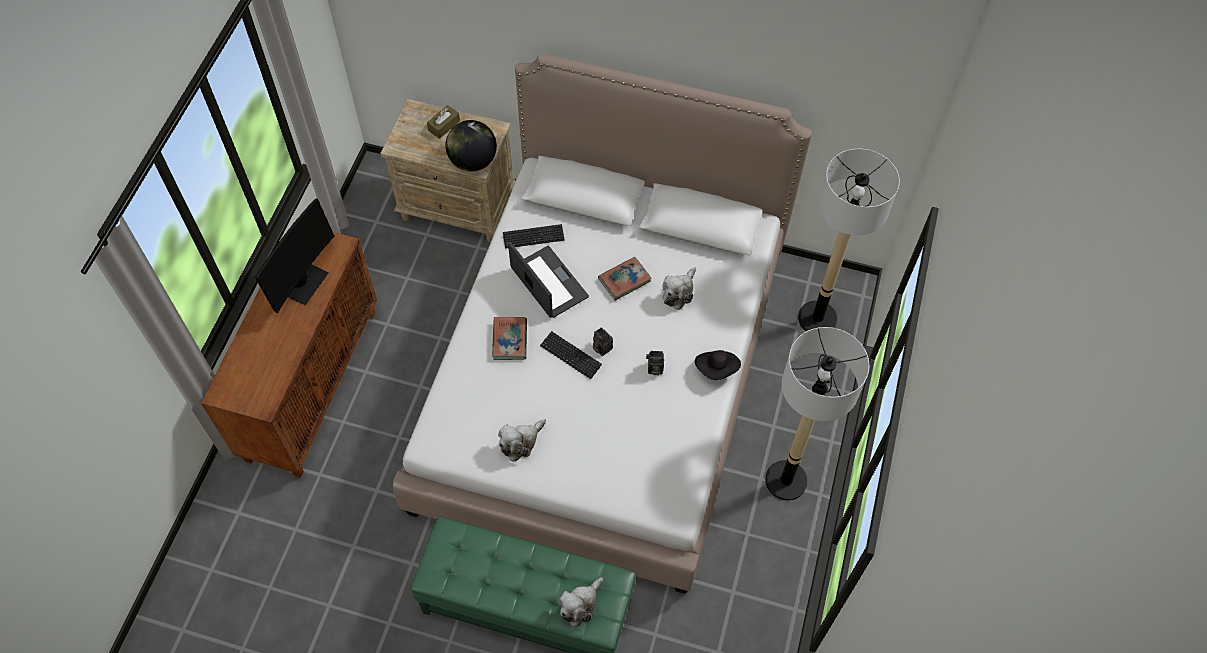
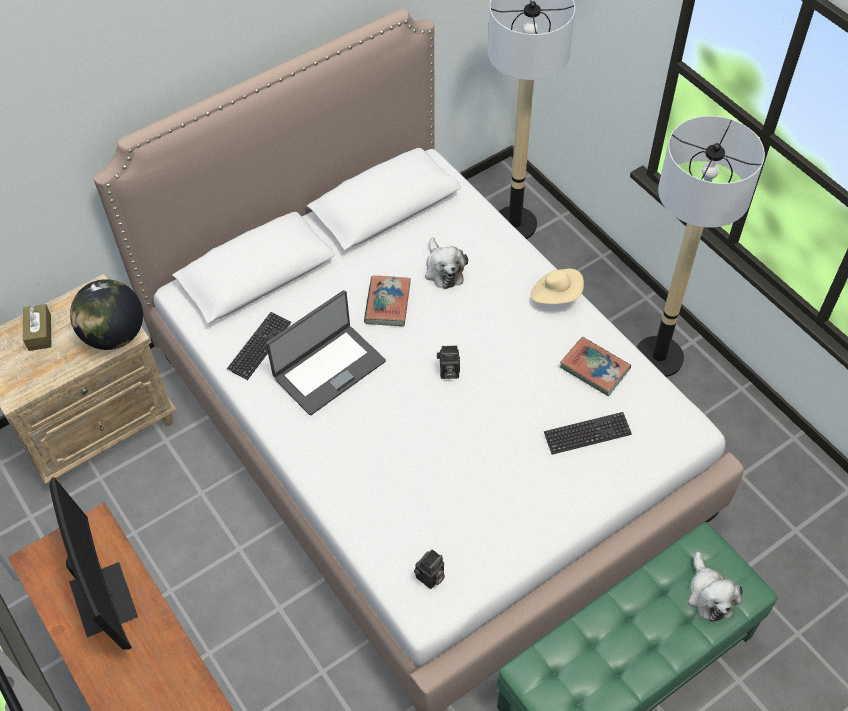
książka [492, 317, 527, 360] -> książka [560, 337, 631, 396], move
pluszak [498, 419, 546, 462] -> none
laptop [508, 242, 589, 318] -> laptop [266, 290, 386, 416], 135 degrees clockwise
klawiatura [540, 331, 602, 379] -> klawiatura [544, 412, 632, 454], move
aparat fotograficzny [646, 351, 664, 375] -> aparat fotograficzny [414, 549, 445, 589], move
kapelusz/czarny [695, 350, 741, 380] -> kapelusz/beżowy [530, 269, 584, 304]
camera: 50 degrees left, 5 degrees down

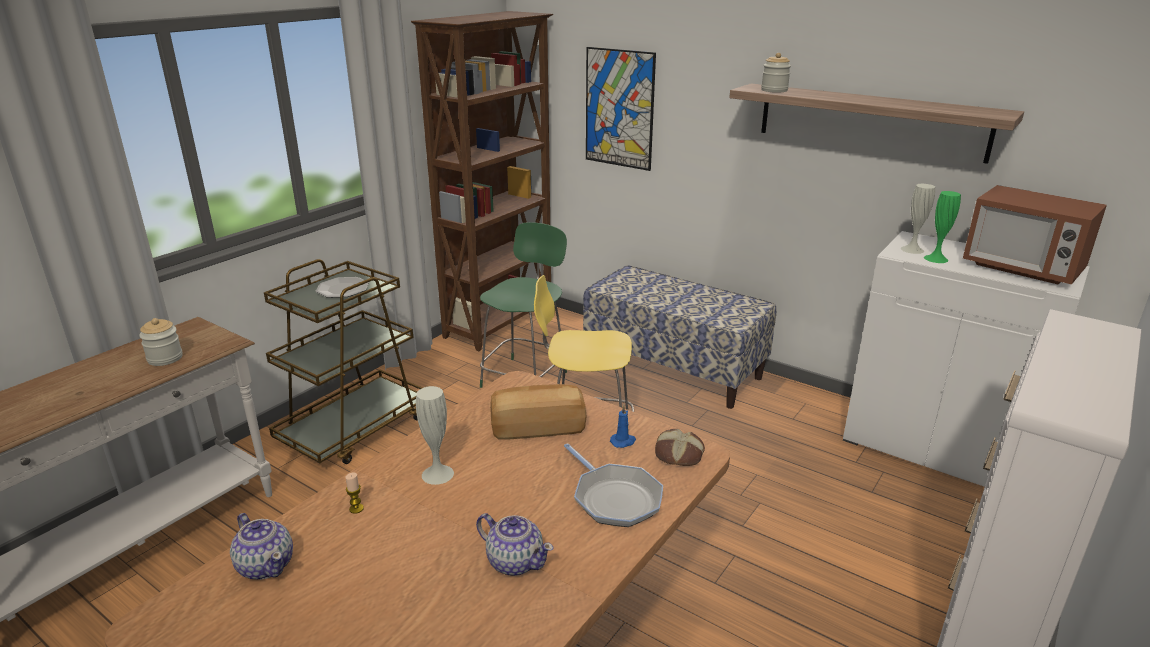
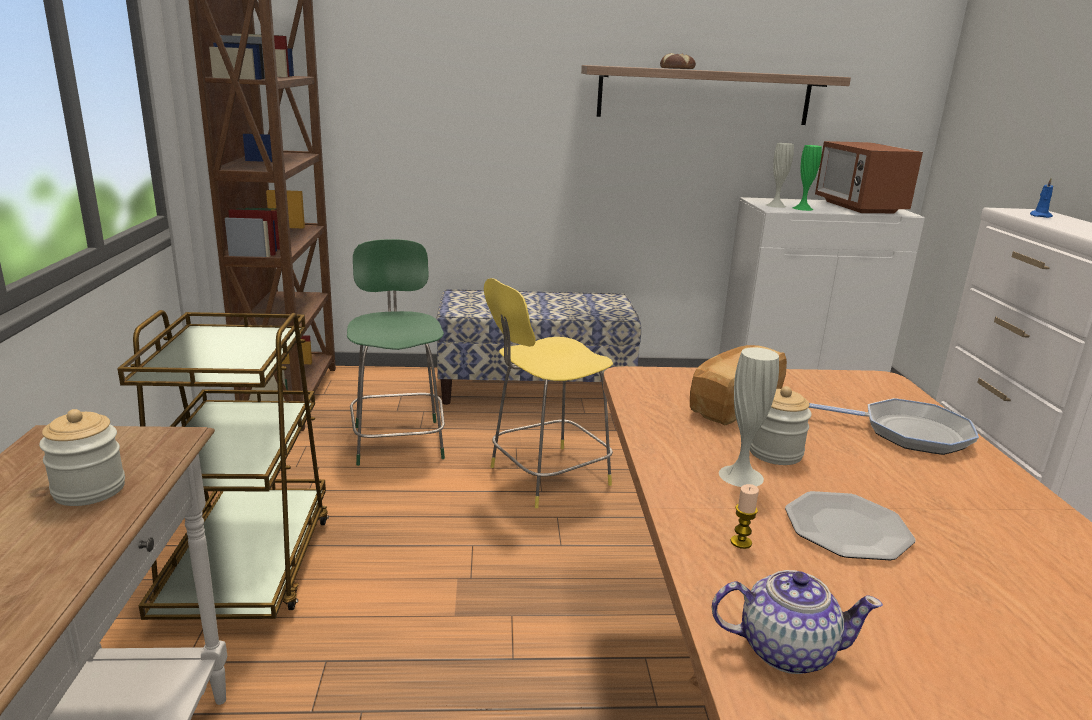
talerz [316, 277, 369, 298] -> talerz [785, 491, 915, 560], move
imbryk [476, 513, 554, 576] -> none
obraz [586, 47, 656, 171] -> none
świeca/niebieski [610, 405, 636, 448] -> świeca/niebieski [1030, 178, 1053, 218], move
chleb [655, 429, 705, 466] -> chleb [660, 53, 696, 69], move
słoik [761, 53, 791, 93] -> słoik [750, 386, 812, 465], move
mikrofalówka [963, 185, 1107, 284] -> mikrofalówka [815, 141, 923, 213], 75 degrees clockwise
camera: 40 degrees left, 5 degrees down

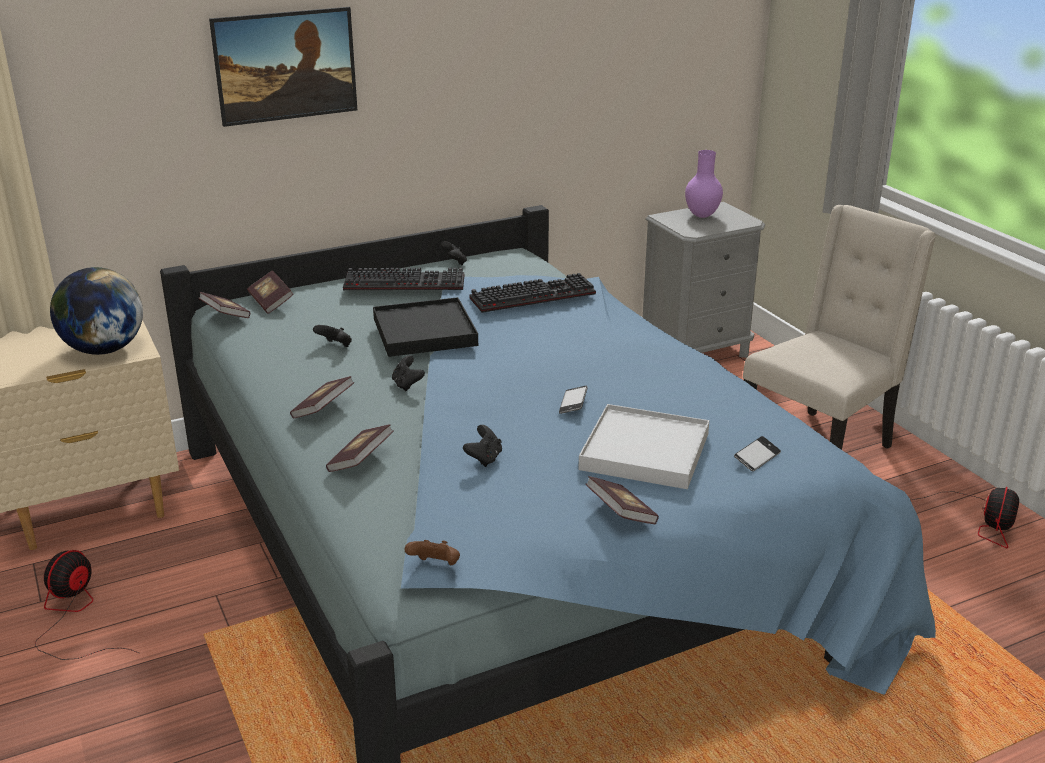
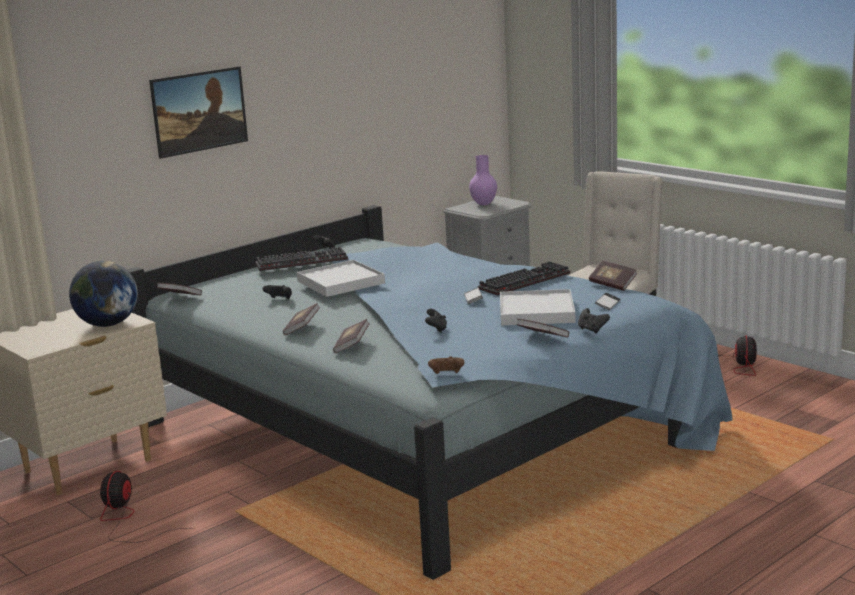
książka [247, 270, 294, 314] -> książka [589, 261, 637, 291], move
taca/czarny [373, 297, 478, 357] -> taca/biały [297, 260, 385, 297]
pad do gier/czarny [392, 356, 425, 391] -> pad do gier/czarny [578, 308, 610, 334], move
klawiatura [469, 273, 596, 313] -> klawiatura [478, 261, 570, 296], move
camera: 15 degrees left, 10 degrees down

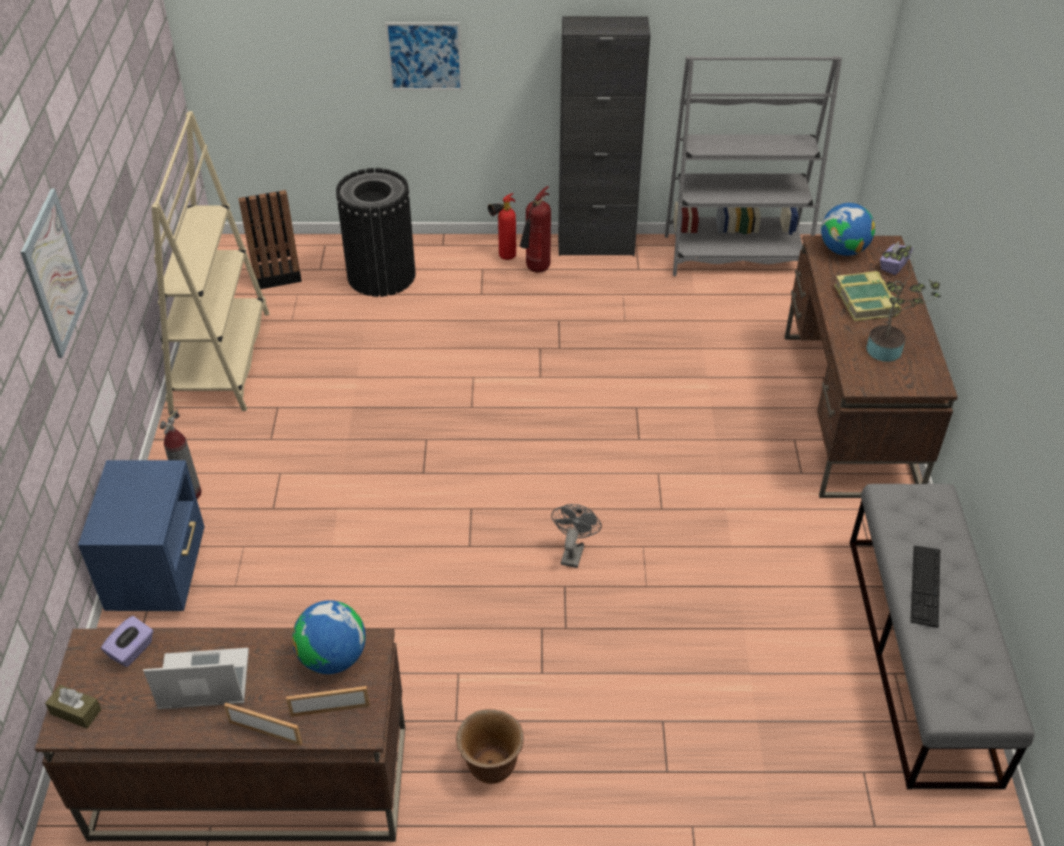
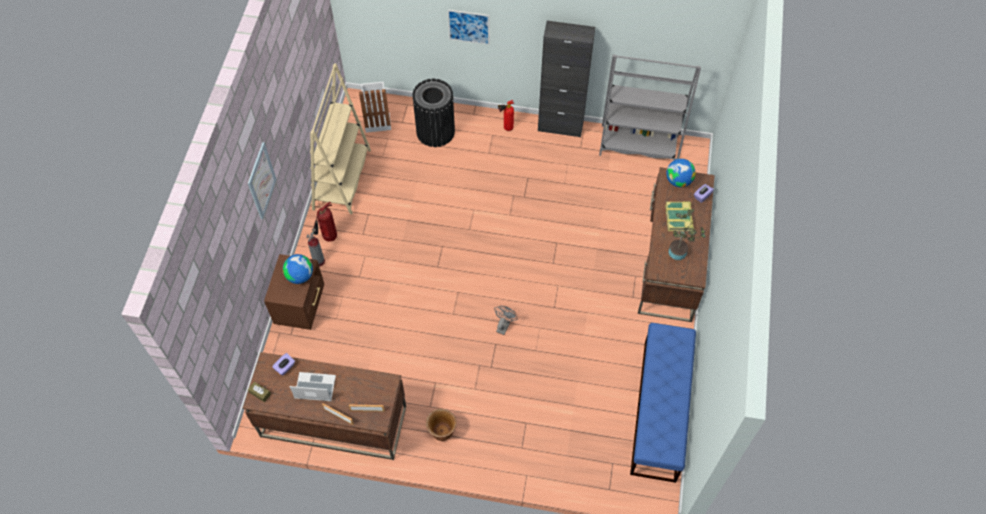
szafka nocna/niebieski [78, 460, 205, 611] -> szafka nocna/brązowy [264, 254, 324, 330]
kosz na śmieci/czarny [238, 190, 302, 289] -> kosz na śmieci/biały [359, 82, 391, 133]
globus [292, 600, 366, 674] -> globus [283, 254, 313, 284], move
gaśnica [520, 186, 551, 273] -> gaśnica [314, 202, 337, 242], move
ławka/szary [850, 484, 1035, 789] -> ławka/niebieski [630, 323, 696, 483]
klawiatura [910, 546, 940, 628] -> none
camera: 10 degrees right, 15 degrees up

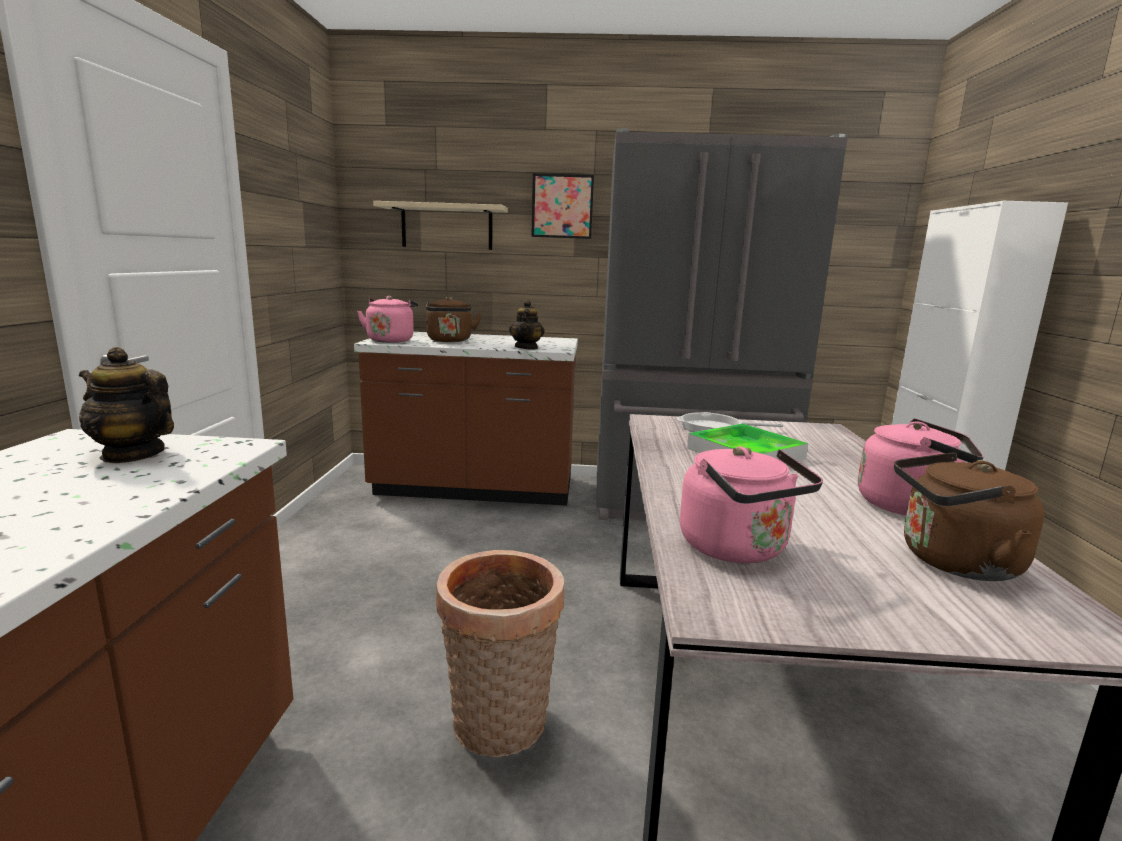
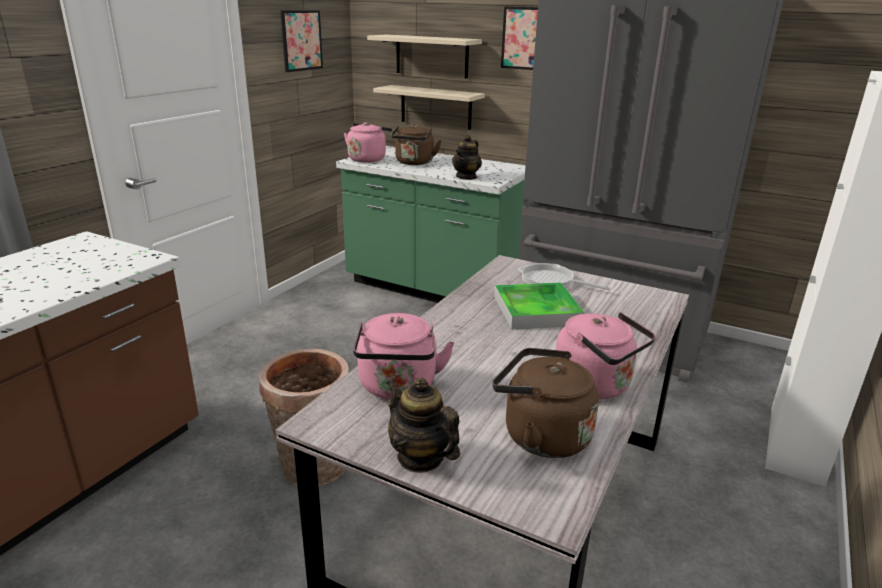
imbryk [79, 347, 174, 463] -> imbryk [386, 377, 460, 473], move
zabudowa kuchenna/brązowy [354, 332, 578, 506] -> zabudowa kuchenna/zielony [336, 146, 526, 303]
none -> obraz [280, 10, 323, 72]
none -> półka/beżowy [373, 85, 485, 130]
camera: 25 degrees right, 10 degrees up

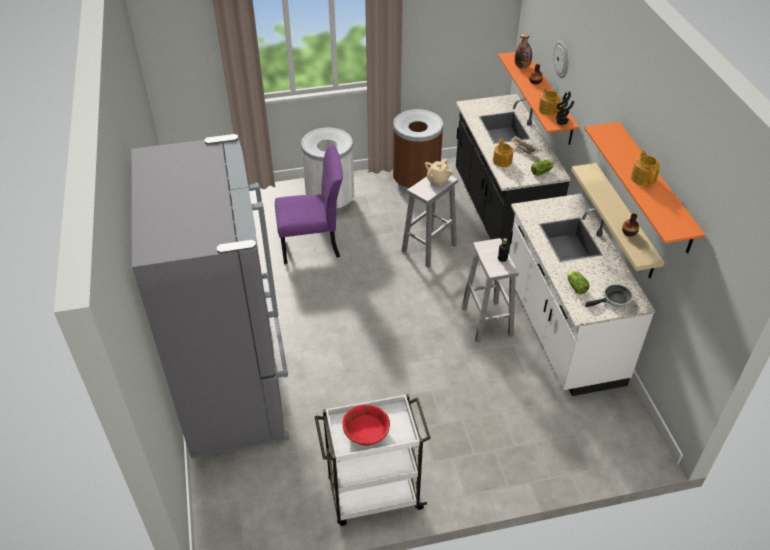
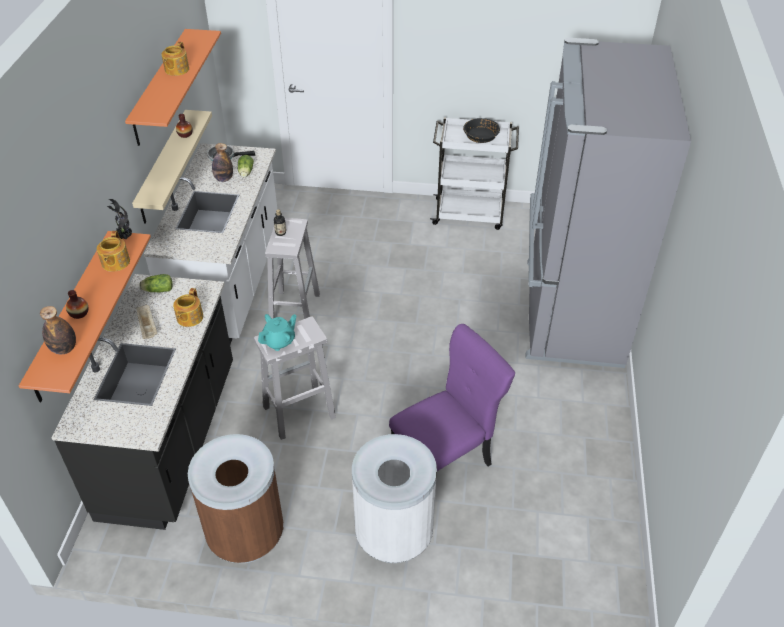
krzesło/fioletowy [275, 145, 343, 264] -> krzesło/fioletowy [389, 324, 515, 471], 135 degrees clockwise
miska/czerwony [342, 404, 390, 446] -> miska/czarny [463, 118, 500, 143]
imbryk/beżowy [425, 158, 453, 186] -> imbryk/turkusowy [258, 314, 296, 351]
zegar ścienny [553, 41, 568, 78] -> none
none -> butelka [212, 143, 233, 182]
camera: 160 degrees left, 0 degrees up

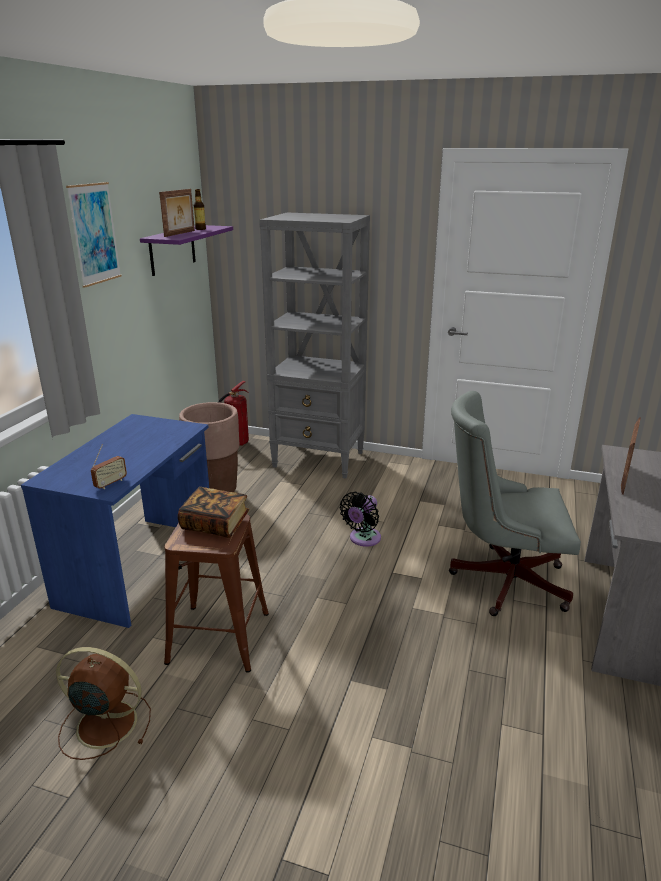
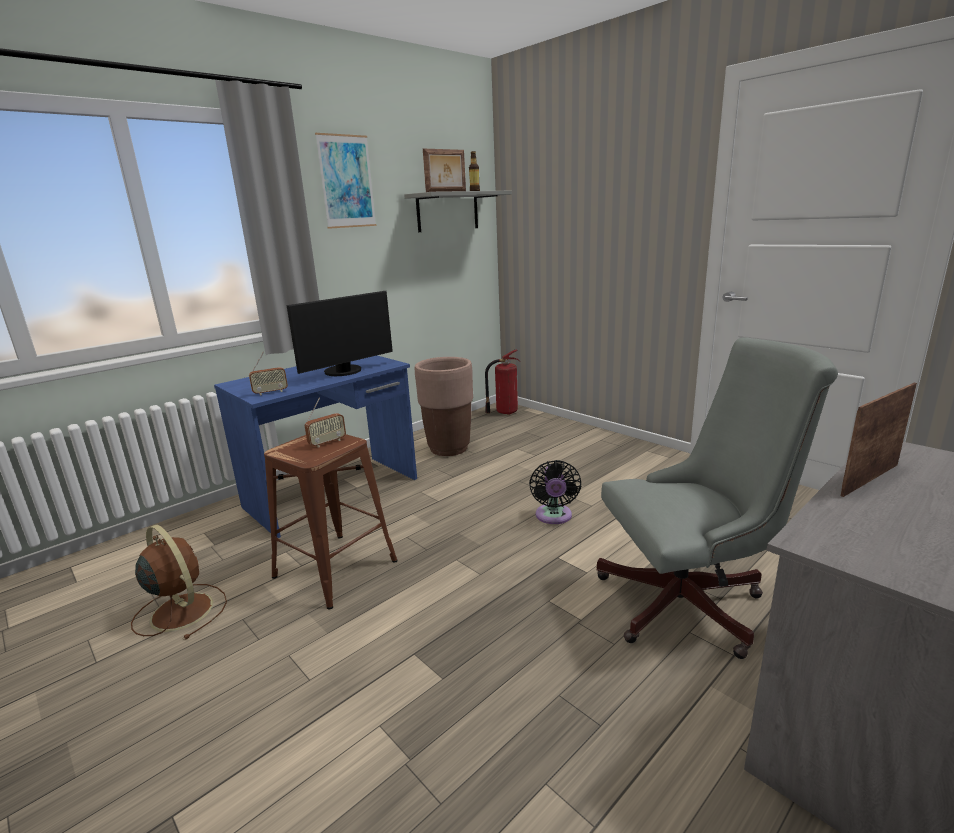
półka/fioletowy [140, 225, 233, 276] -> półka/szary [404, 191, 512, 232]
książka [178, 487, 249, 538] -> radio [305, 397, 346, 448]
regał/szary [259, 213, 370, 478] -> none
wentylator/czarny [340, 492, 381, 547] -> wentylator/czarny [529, 460, 581, 524], 60 degrees counterclockwise
krzesło biurowe/szary [449, 391, 581, 616] -> krzesło biurowe/szary [597, 337, 838, 659], 135 degrees clockwise
none -> monitor [286, 291, 393, 376]
camera: 30 degrees right, 5 degrees down

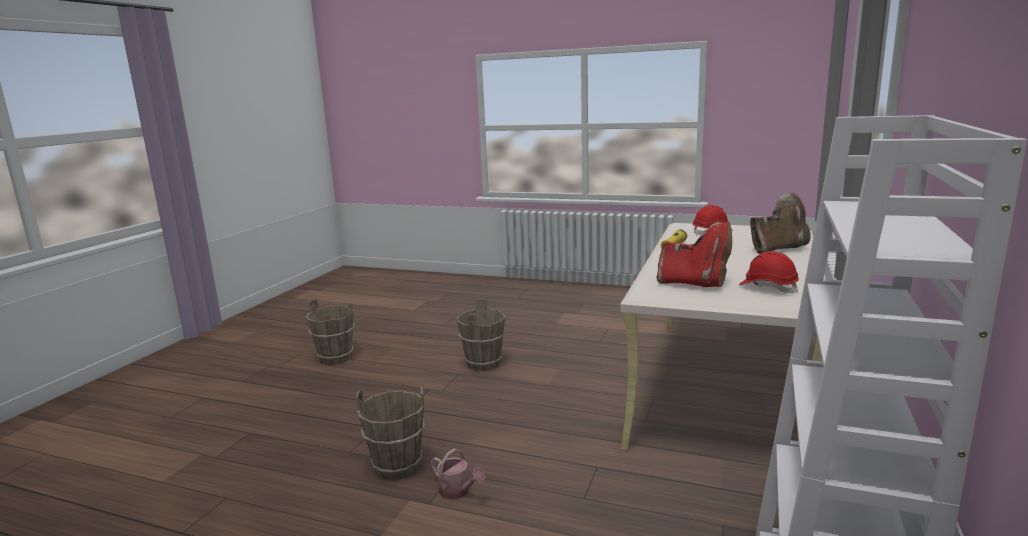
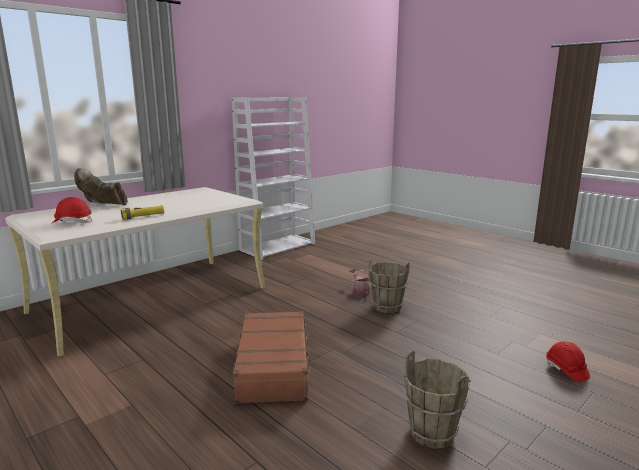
wiadro/brązowy [456, 298, 505, 371] -> walizka/brązowy [233, 311, 313, 404]
but z cholewką/czerwony [656, 222, 732, 287] -> none
kask/czerwony [739, 251, 799, 293] -> kask/czerwony [546, 341, 590, 382], move
camera: 155 degrees left, 0 degrees up

